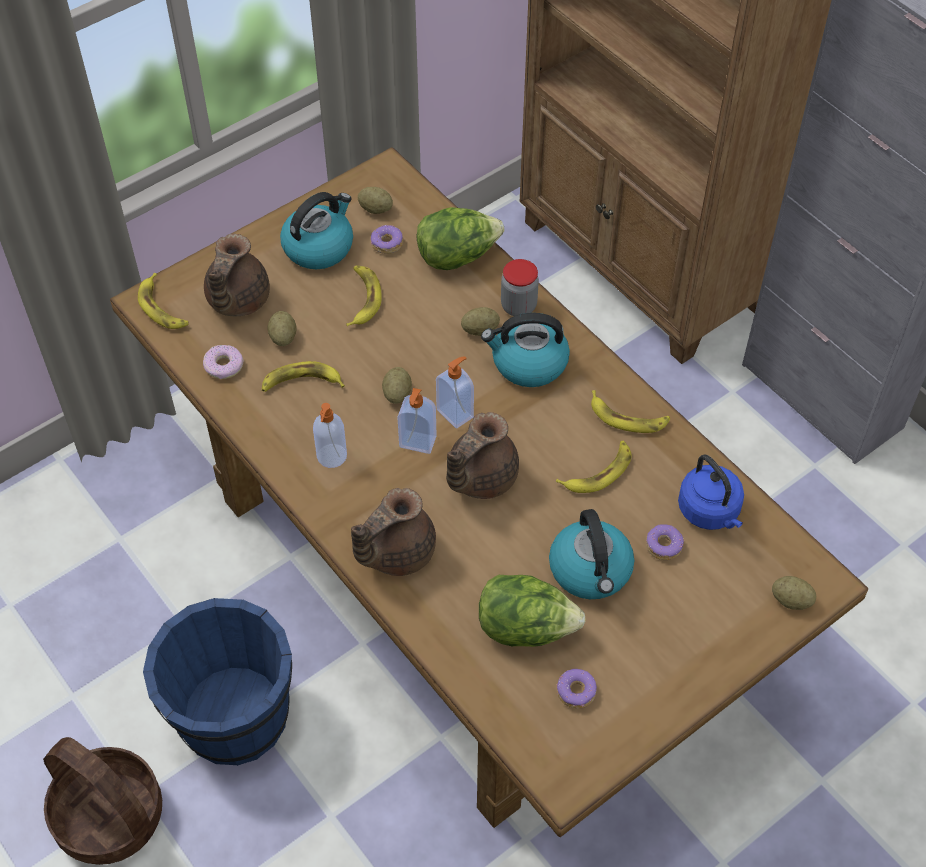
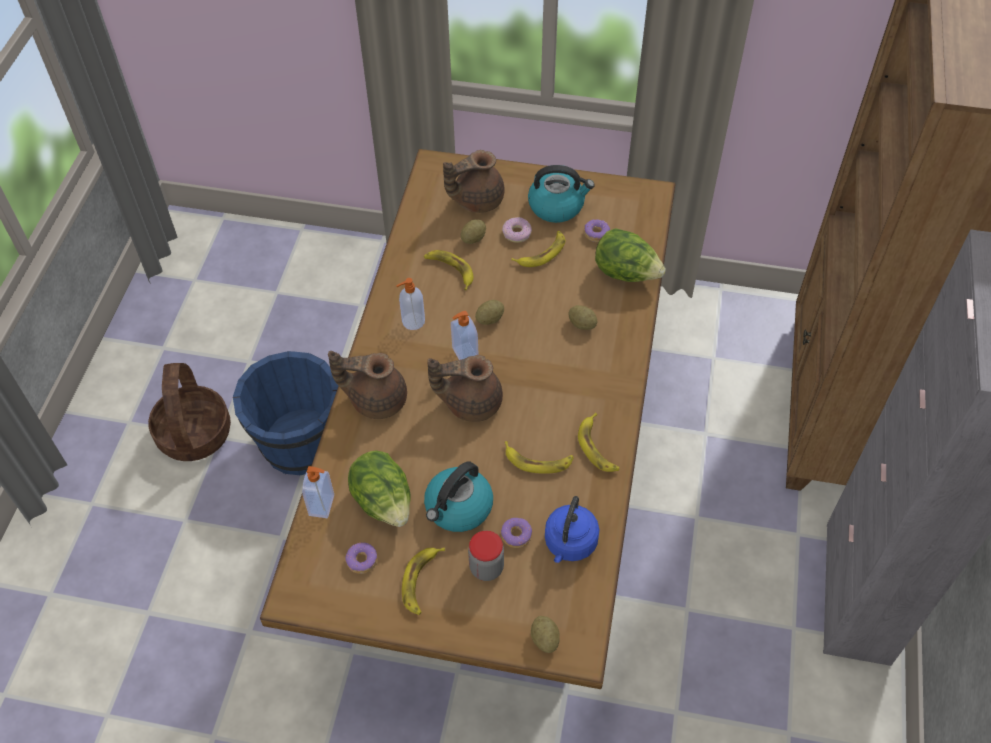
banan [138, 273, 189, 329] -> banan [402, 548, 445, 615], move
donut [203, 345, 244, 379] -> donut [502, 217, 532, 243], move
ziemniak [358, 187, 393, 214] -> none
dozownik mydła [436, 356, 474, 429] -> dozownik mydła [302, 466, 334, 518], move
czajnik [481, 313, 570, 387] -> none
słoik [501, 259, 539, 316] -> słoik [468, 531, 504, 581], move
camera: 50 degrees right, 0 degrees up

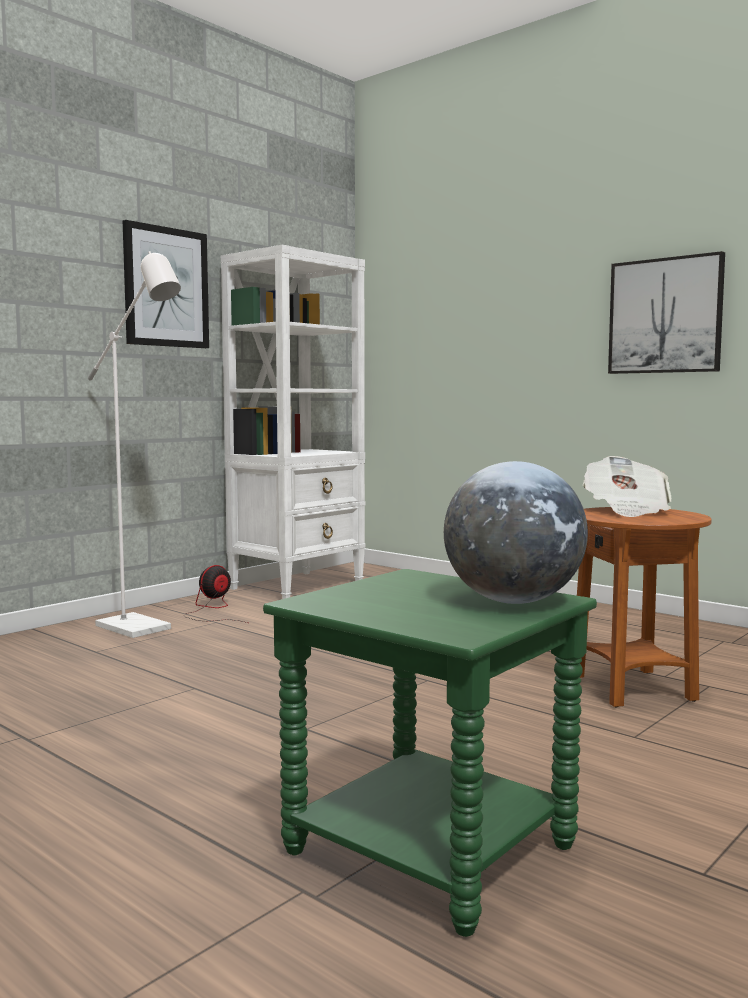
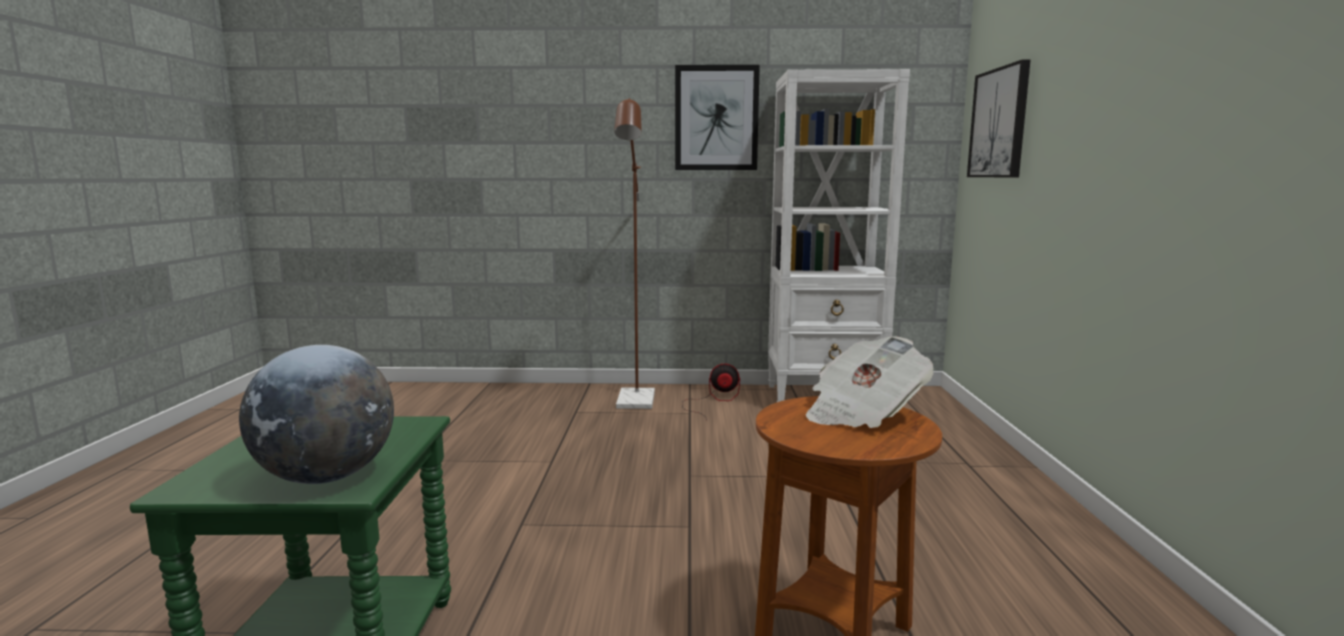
lampa stojąca/biały [88, 251, 181, 638] -> lampa stojąca/brązowy [614, 98, 655, 409]
obraz [608, 251, 725, 374] -> obraz [967, 59, 1031, 177], move
camera: 50 degrees right, 5 degrees up

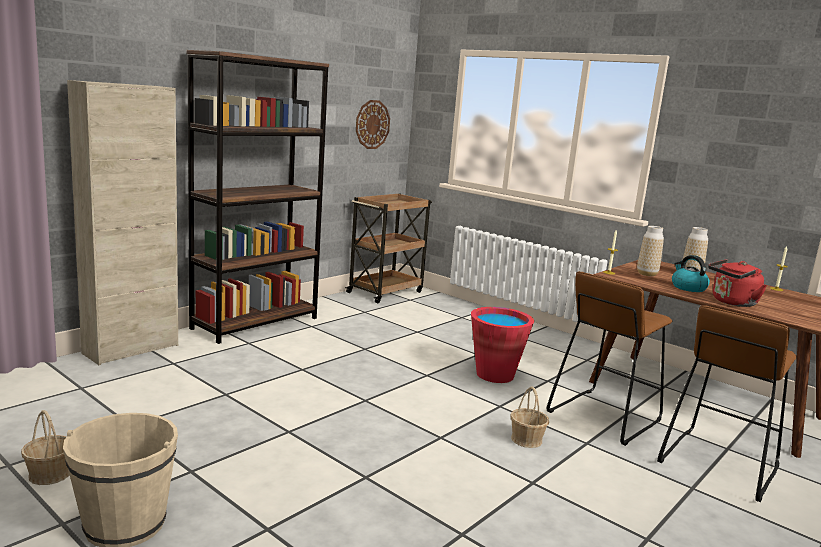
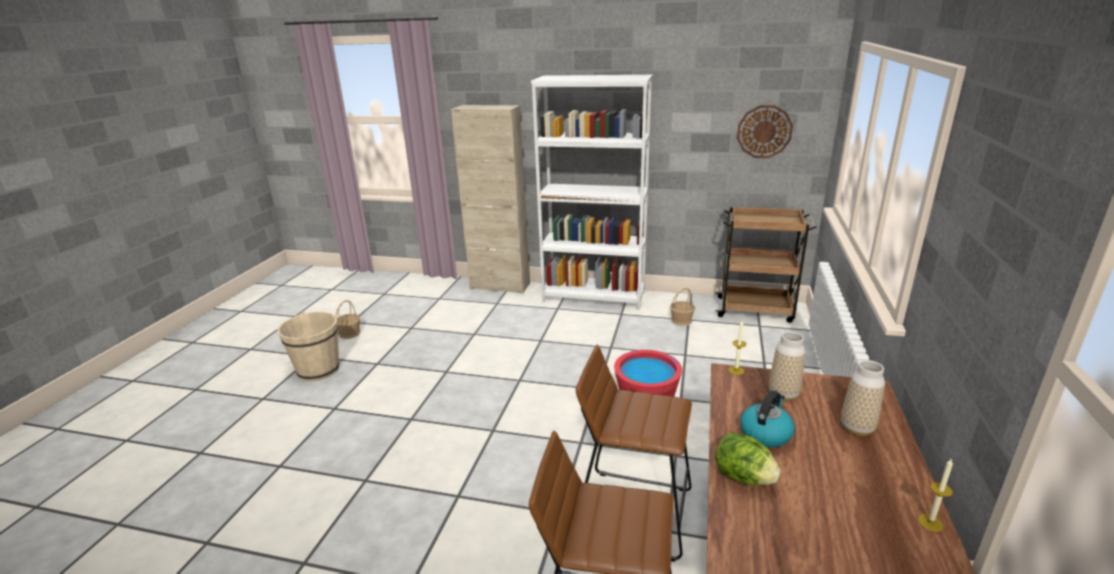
regał/brązowy [187, 50, 329, 344] -> regał/biały [531, 75, 653, 310]
koszyk [510, 386, 549, 448] -> koszyk [670, 288, 695, 326], move
czajnik/czerwony [708, 259, 767, 307] -> sałata [715, 432, 781, 486]
camera: 65 degrees right, 10 degrees up

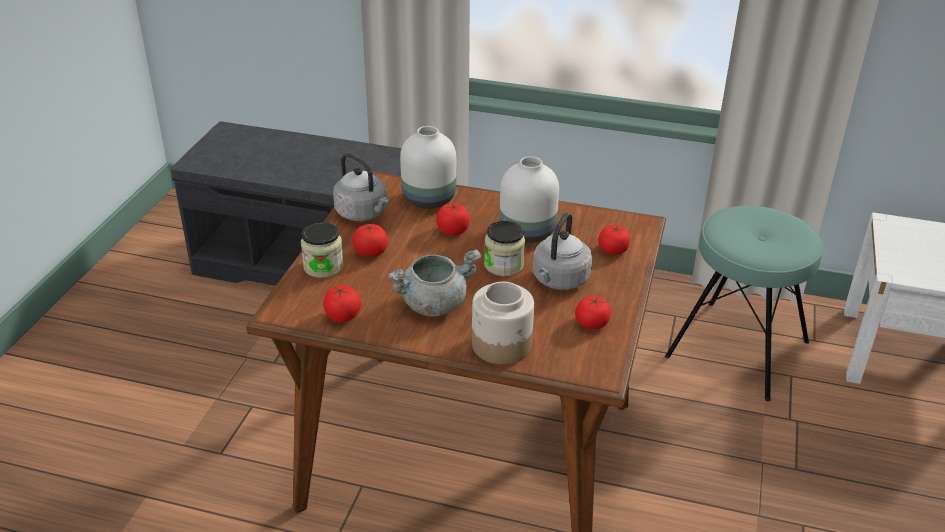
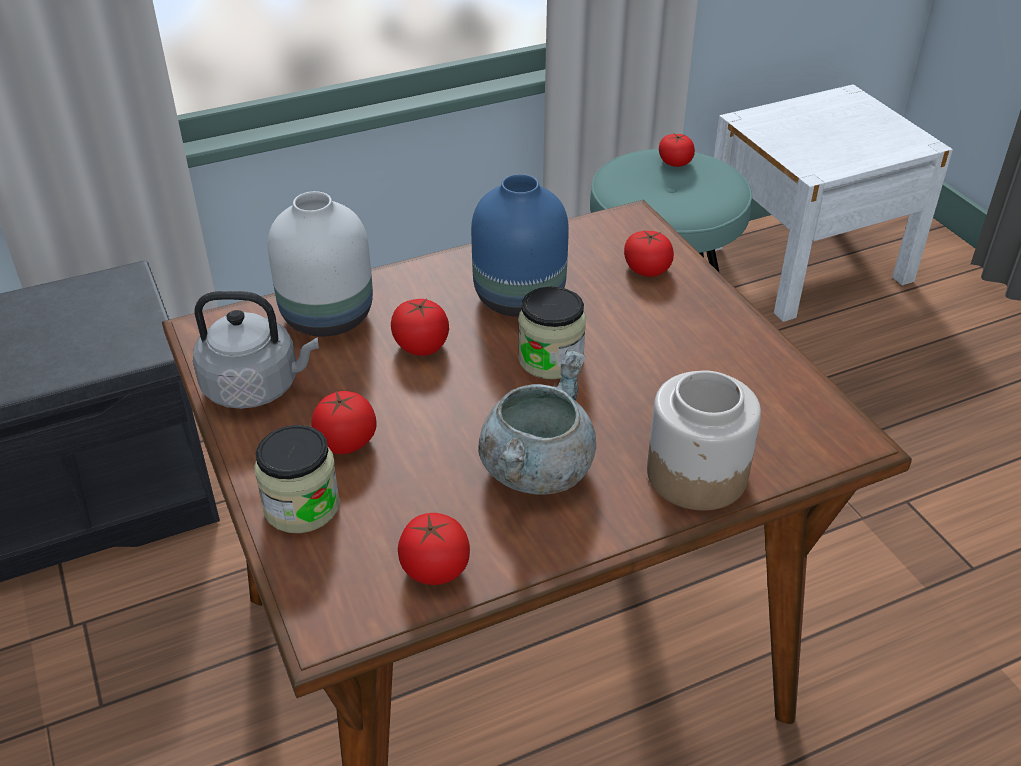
wazon/biały [500, 156, 559, 243] -> wazon/niebieski [471, 174, 569, 317]
czajnik/szary [533, 212, 592, 290] -> none
pomidor [575, 295, 611, 329] -> pomidor [659, 134, 695, 167], move
camera: 40 degrees left, 5 degrees up

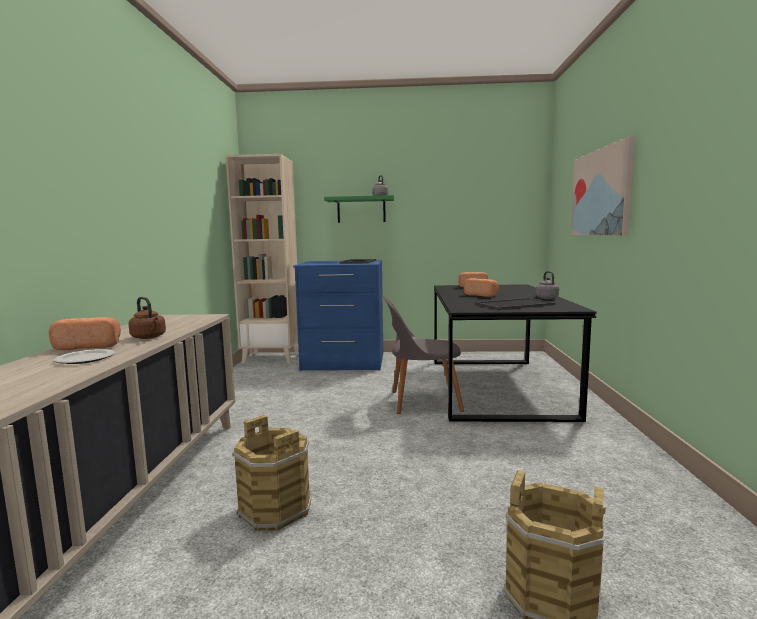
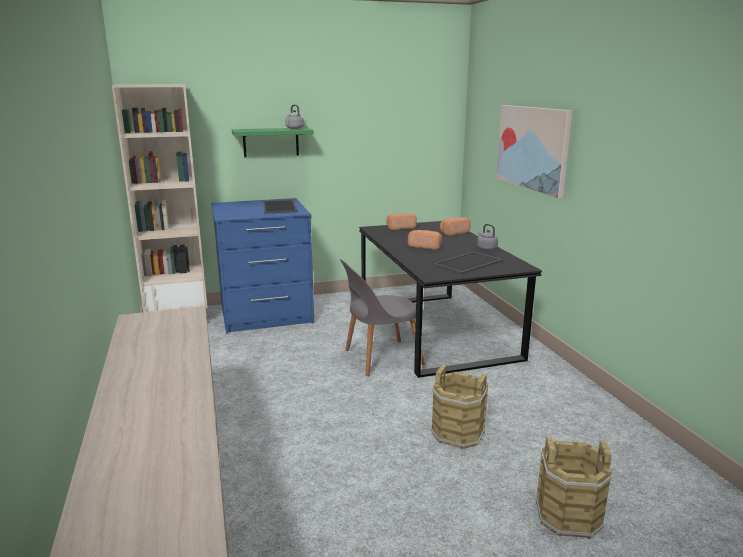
chleb [49, 317, 121, 350] -> chleb [440, 217, 471, 236], move
talerz [54, 349, 115, 364] -> none
czajnik/brązowy [129, 297, 166, 339] -> none
wiadro/brązowy [232, 415, 311, 531] -> wiadro/brązowy [431, 365, 488, 449], move
camera: 20 degrees left, 10 degrees up

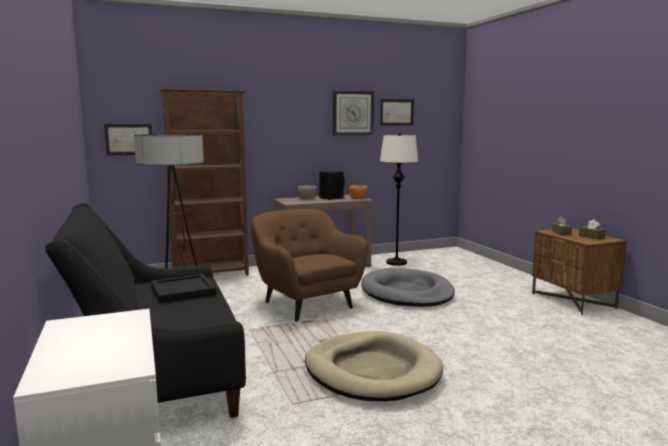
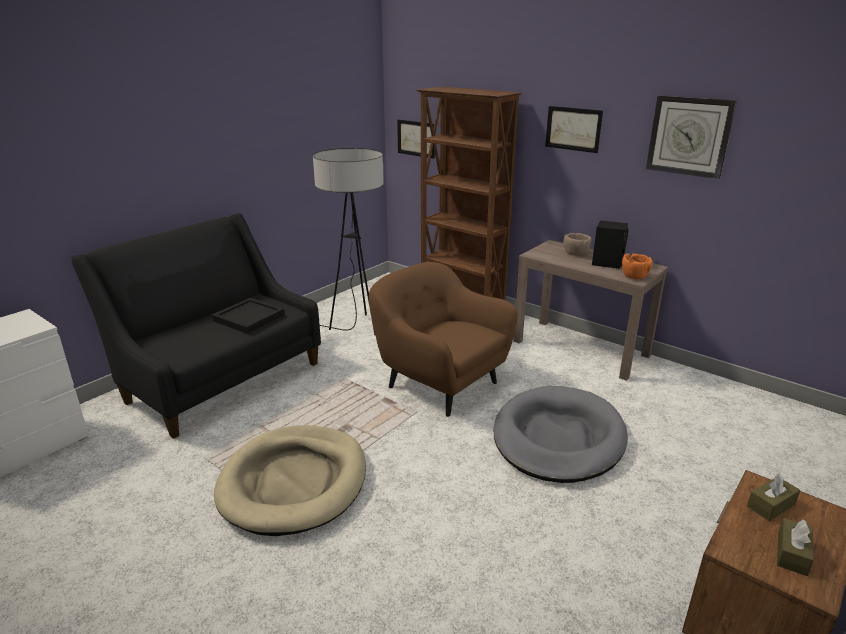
fotel/brązowy [251, 209, 368, 322] -> fotel/brązowy [369, 262, 517, 417], 75 degrees counterclockwise
obraz [380, 99, 414, 126] -> obraz [545, 106, 603, 153], move
lampa stojąca/biały [380, 133, 418, 266] -> none
camera: 60 degrees right, 15 degrees up

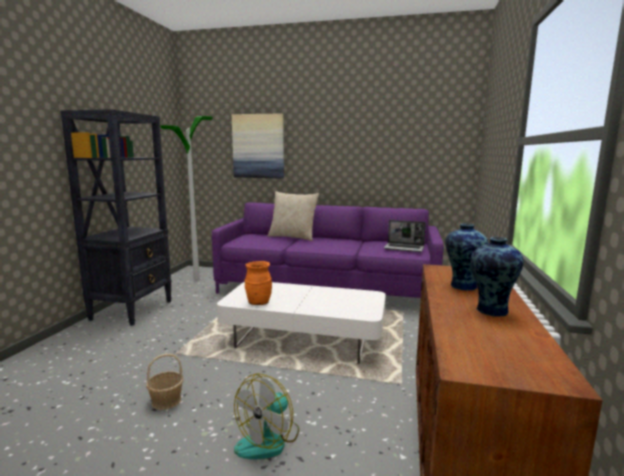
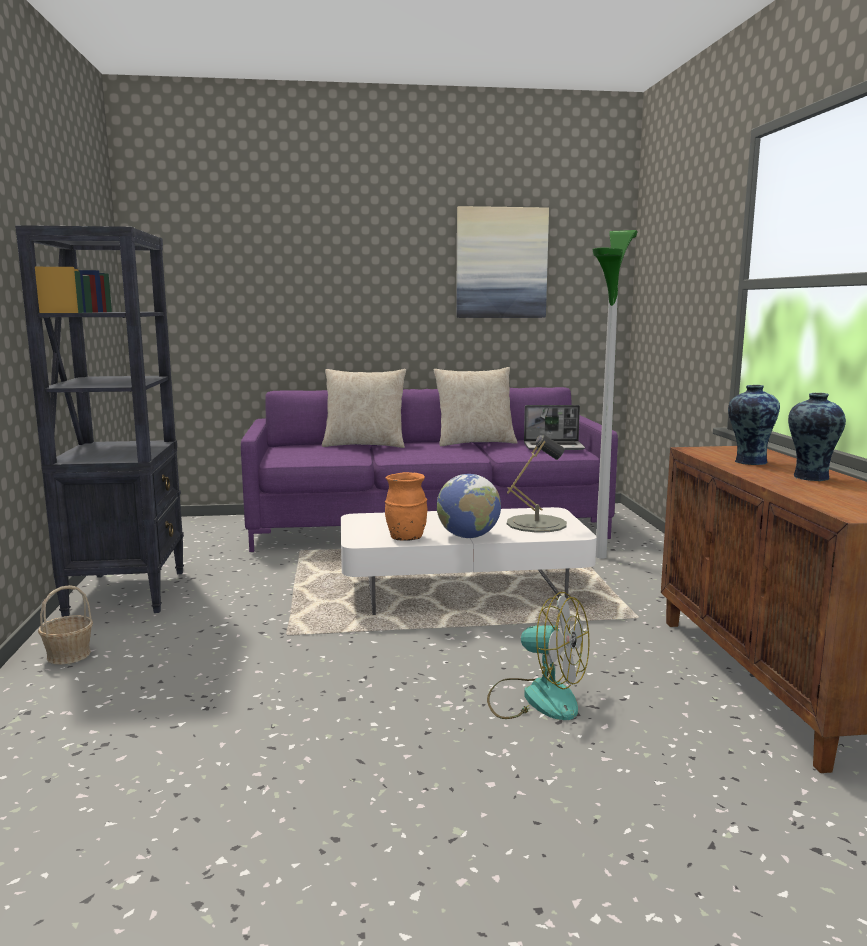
koszyk [146, 354, 183, 410] -> koszyk [38, 585, 93, 665], move
lampa stojąca [160, 116, 213, 280] -> lampa stojąca [593, 230, 638, 559], move
obraz [232, 113, 284, 179] -> obraz [456, 206, 549, 318], move
wentylator [234, 373, 299, 459] -> wentylator [487, 592, 590, 720], 75 degrees counterclockwise
none -> poduszka/beżowy [434, 367, 518, 446]
none -> globus [437, 474, 501, 538]
none -> lampa stołowa/szary [507, 435, 567, 533]
camera: 20 degrees left, 0 degrees up

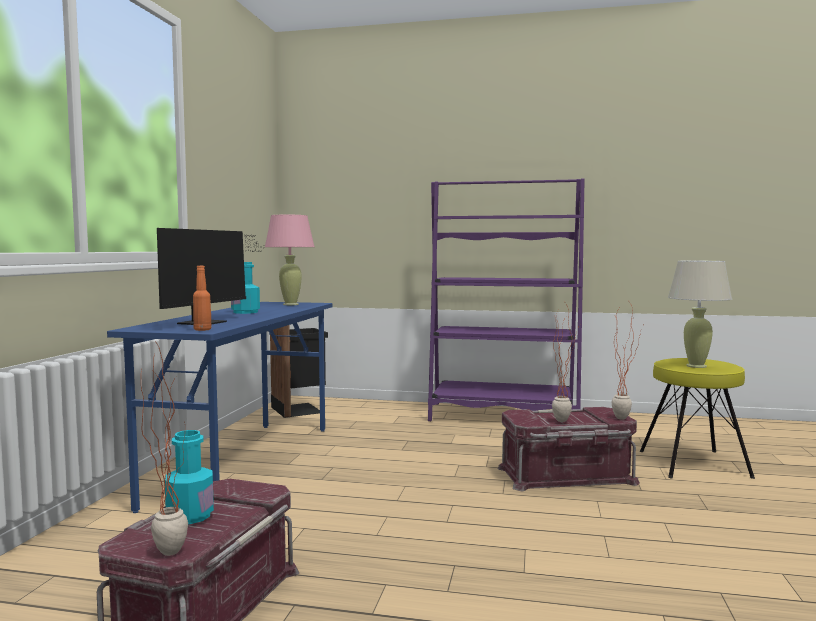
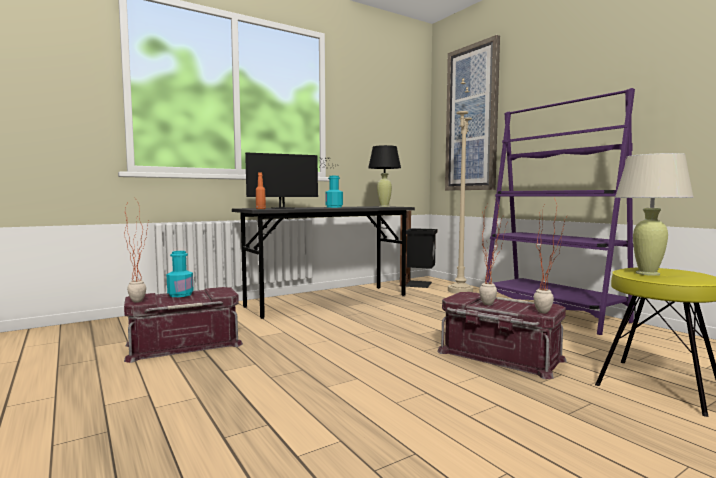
biurko/niebieski [107, 302, 332, 513] -> biurko/szary [232, 206, 415, 319]
lampa stołowa/różowy [265, 215, 315, 305] -> lampa stołowa/czarny [368, 145, 401, 207]
none -> obraz [445, 35, 500, 190]
none -> lampa stojąca/beżowy [448, 78, 473, 294]
camera: 45 degrees right, 0 degrees up

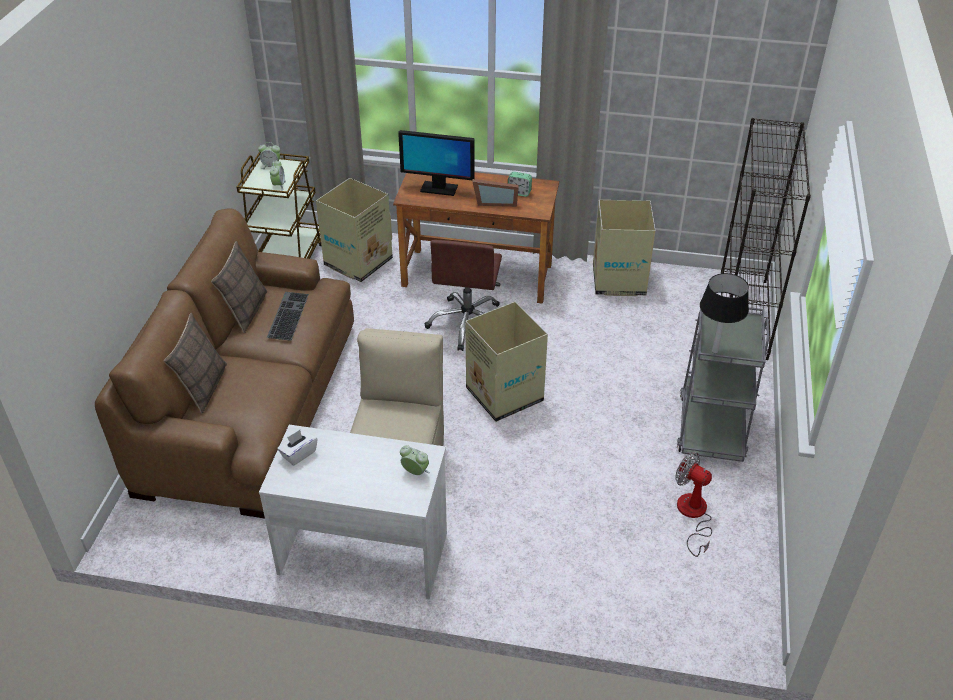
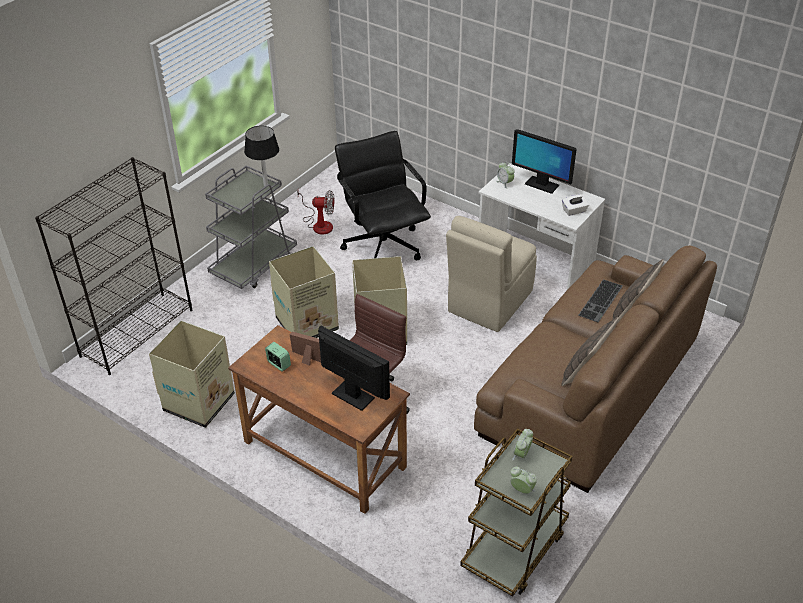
klawiatura [267, 292, 309, 341] -> klawiatura [578, 279, 623, 322], move
karton [316, 178, 393, 282] -> karton [269, 246, 339, 338], move
wentylator [675, 452, 712, 557] -> wentylator [297, 190, 334, 235], 60 degrees counterclockwise
none -> krzesło biurowe/czarny [335, 131, 431, 260]
none -> monitor [512, 129, 577, 194]
camera: 155 degrees left, 0 degrees up

